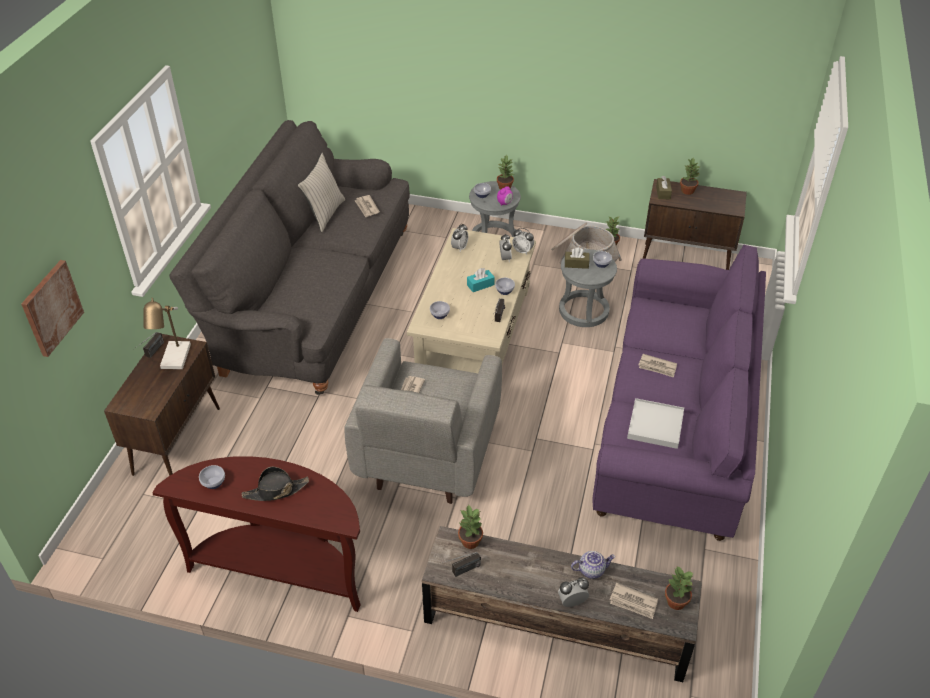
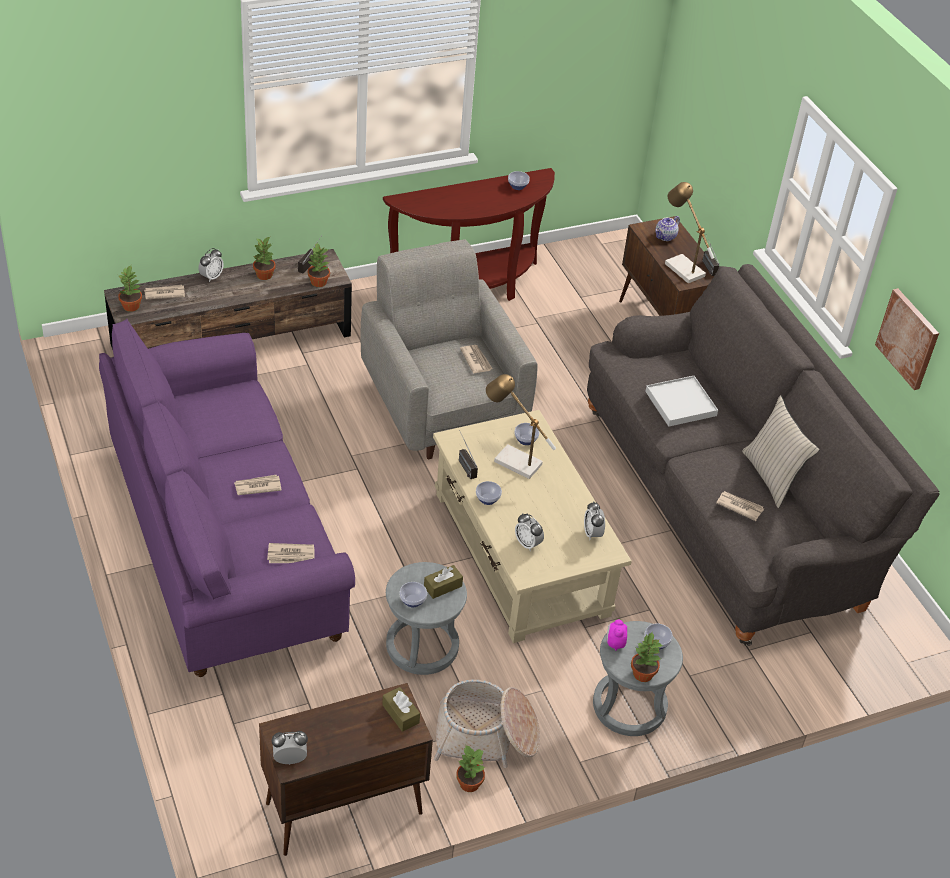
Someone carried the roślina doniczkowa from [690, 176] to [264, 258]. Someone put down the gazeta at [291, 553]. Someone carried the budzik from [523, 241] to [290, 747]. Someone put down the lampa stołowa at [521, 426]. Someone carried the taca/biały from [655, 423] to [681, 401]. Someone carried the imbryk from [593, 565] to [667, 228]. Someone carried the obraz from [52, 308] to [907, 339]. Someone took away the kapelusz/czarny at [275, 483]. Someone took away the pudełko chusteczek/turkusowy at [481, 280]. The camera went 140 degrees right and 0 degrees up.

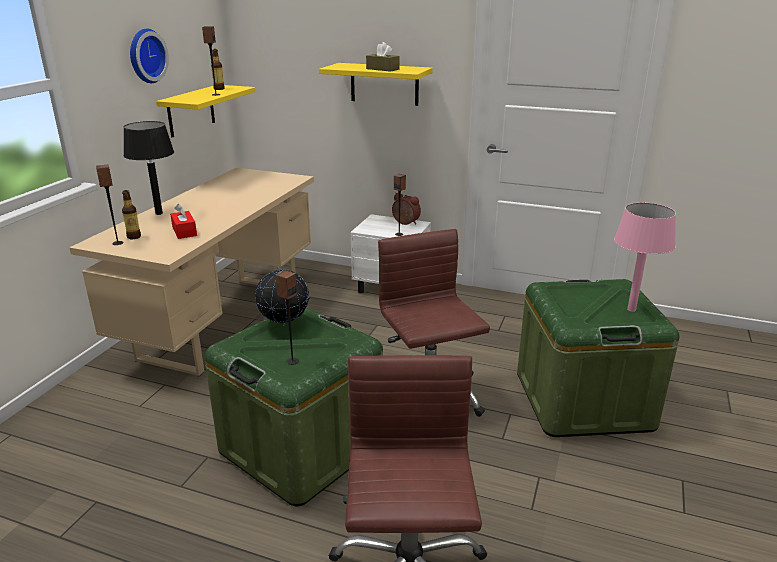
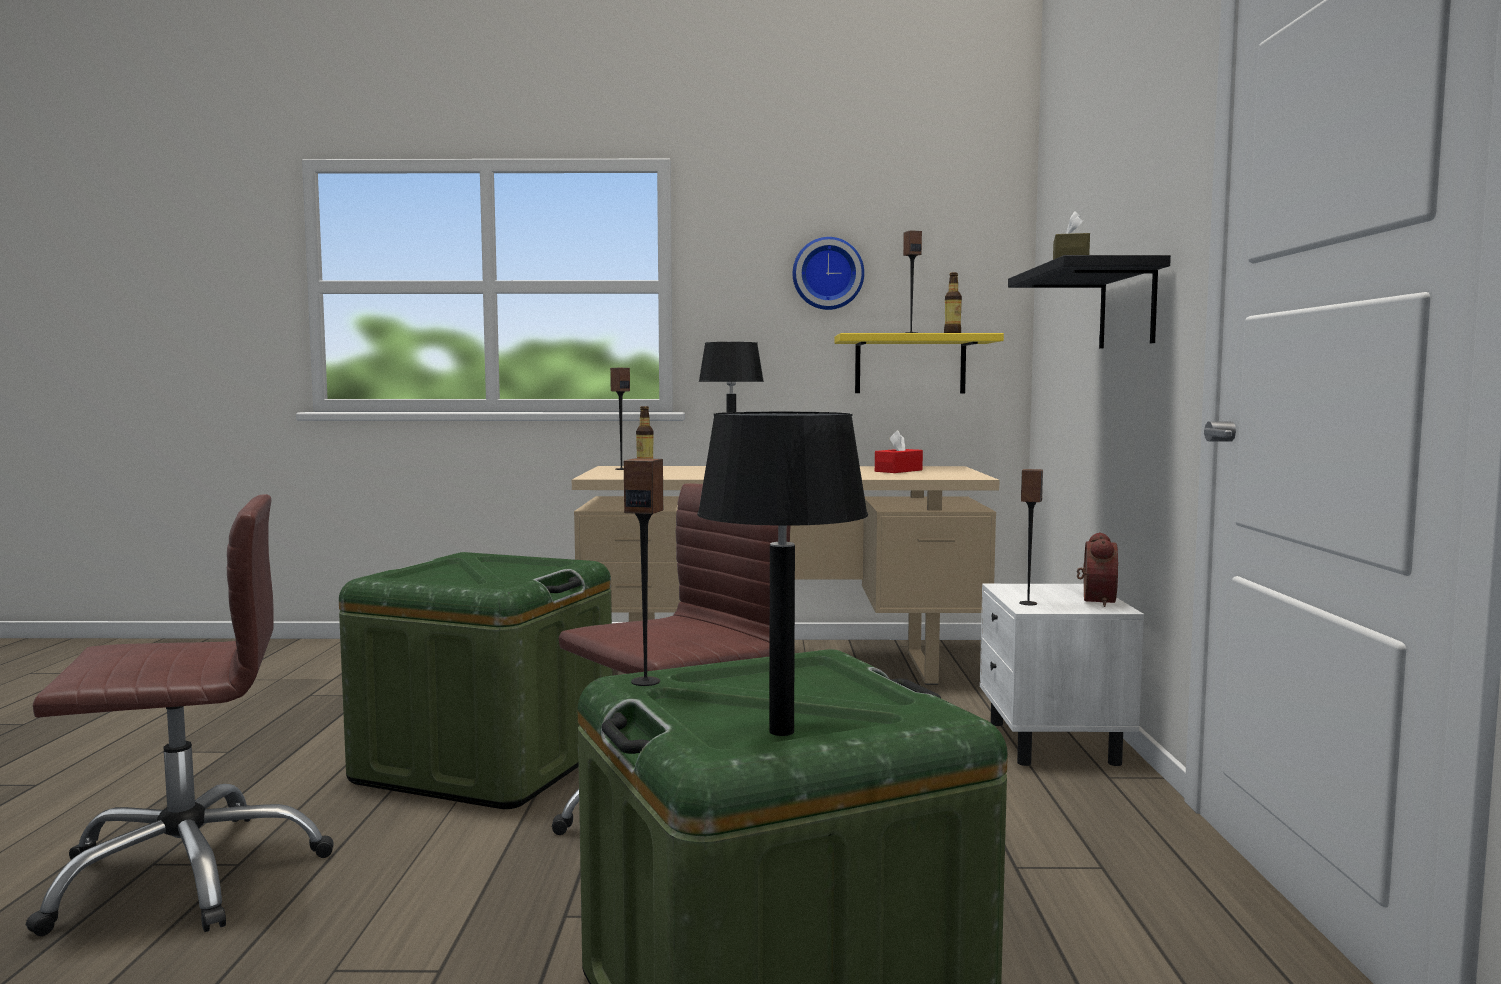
Someone carried the głośnik from [287, 317] to [643, 572]. Someone repainted the lampa stołowa/różowy at [645, 257], which became the lampa stołowa/czarny at [782, 574]. Someone carried the pudełko chusteczek/czerwony from [183, 221] to [899, 451]. Someone repainted the półka/żółty at [376, 84], which became the półka/czarny at [1089, 302]. Someone took away the globus at [282, 296]. The camera went 70 degrees right and 20 degrees down.

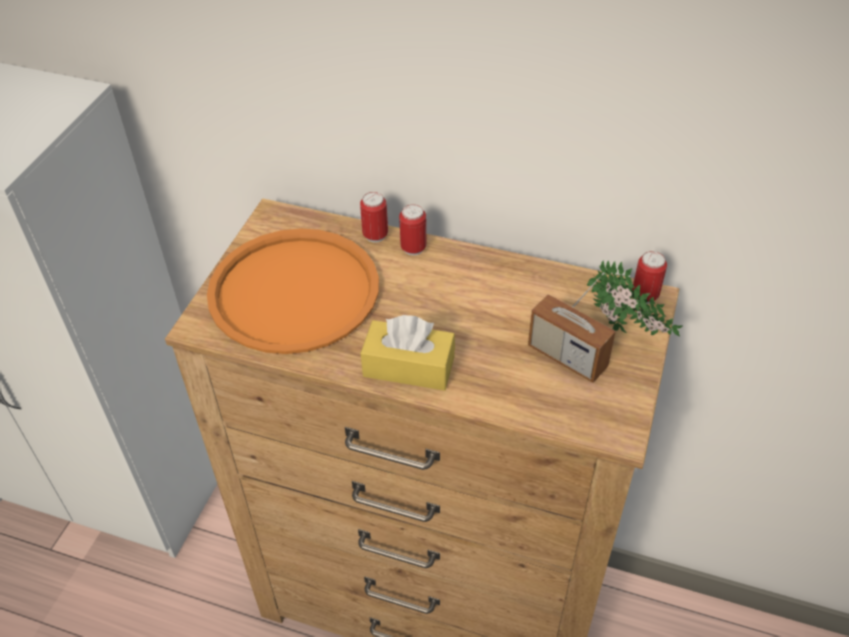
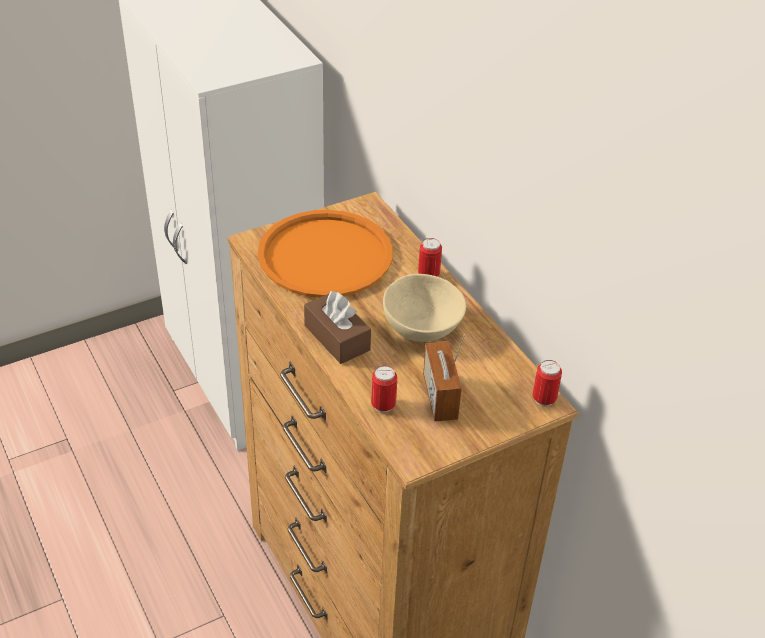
Someone repainted the pudełko chusteczek/żółty at [408, 353], which became the pudełko chusteczek/brązowy at [337, 327]. Someone carried the puszka from [374, 217] to [384, 389]. Someone put down the miska/beżowy at [424, 308]. Someone took away the roślina doniczkowa at [635, 298]. The camera went 40 degrees right and 5 degrees down.

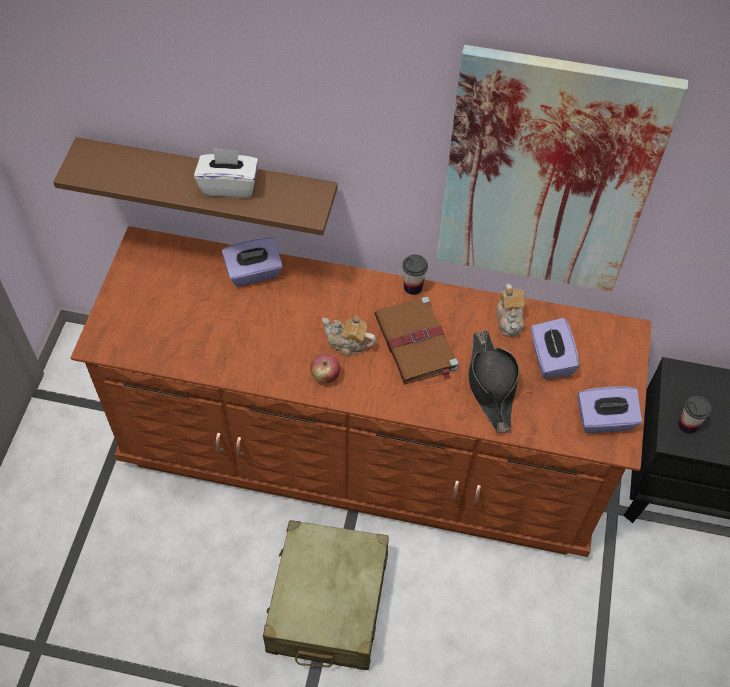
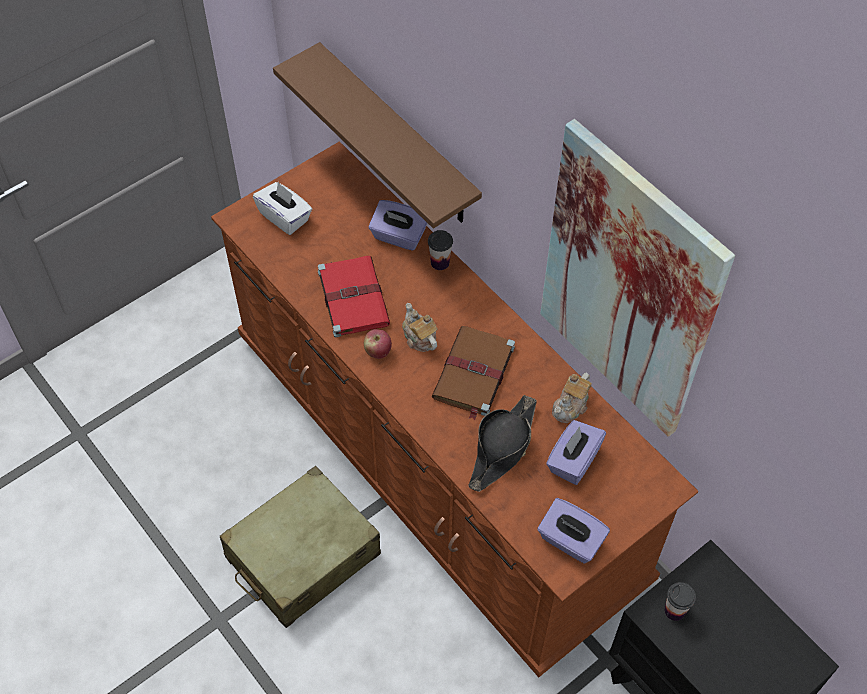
Someone carried the pudełko chusteczek/biały from [226, 173] to [282, 208]. Someone put down the książka/czerwony at [354, 297]. Someone carried the filiżanka from [415, 274] to [440, 250]. The camera went 40 degrees right and 0 degrees up.

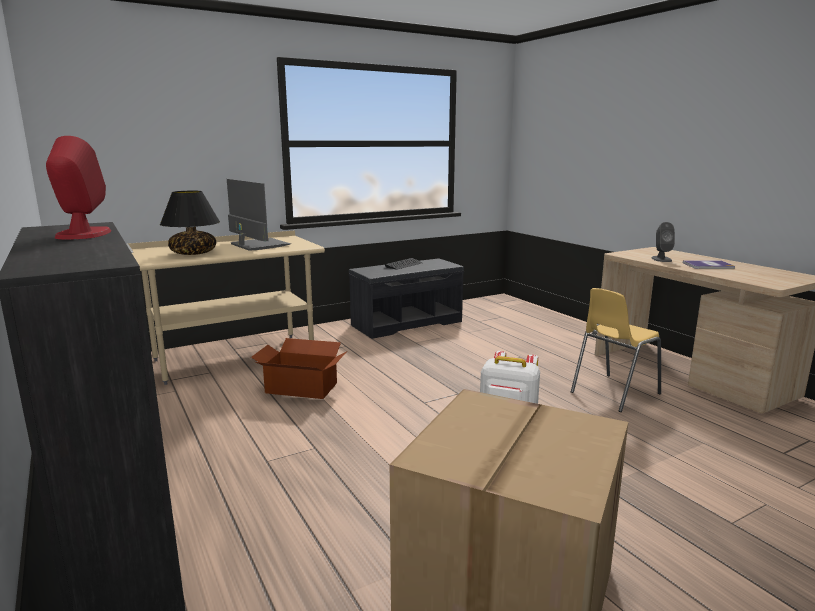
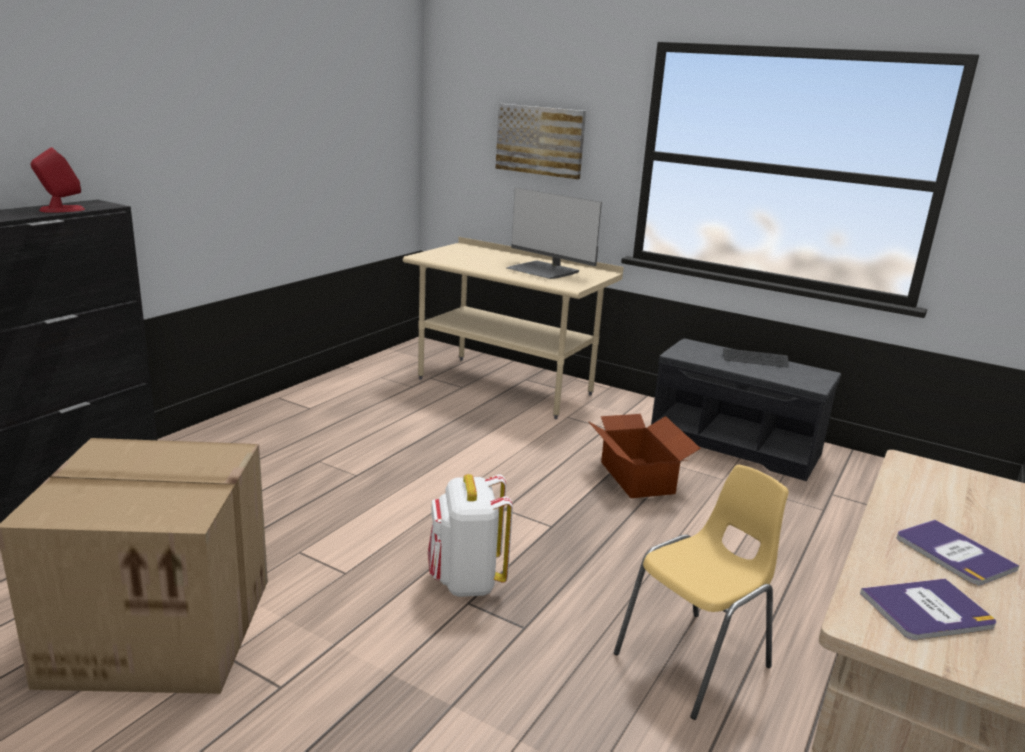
Someone put up the obraz at [541, 141]. Someone rotated the monitor at [259, 215] by 105 degrees clockwise. Someone carried the karton from [298, 368] to [644, 456]. Someone rotated the krzesło/żółty at [616, 350] by 120 degrees clockwise. Someone put down the książka at [928, 609]. Someone took away the lampa stołowa/czarny at [190, 223]. Someone took away the głośnik/szary at [663, 242]. The camera went 60 degrees right and 5 degrees up.

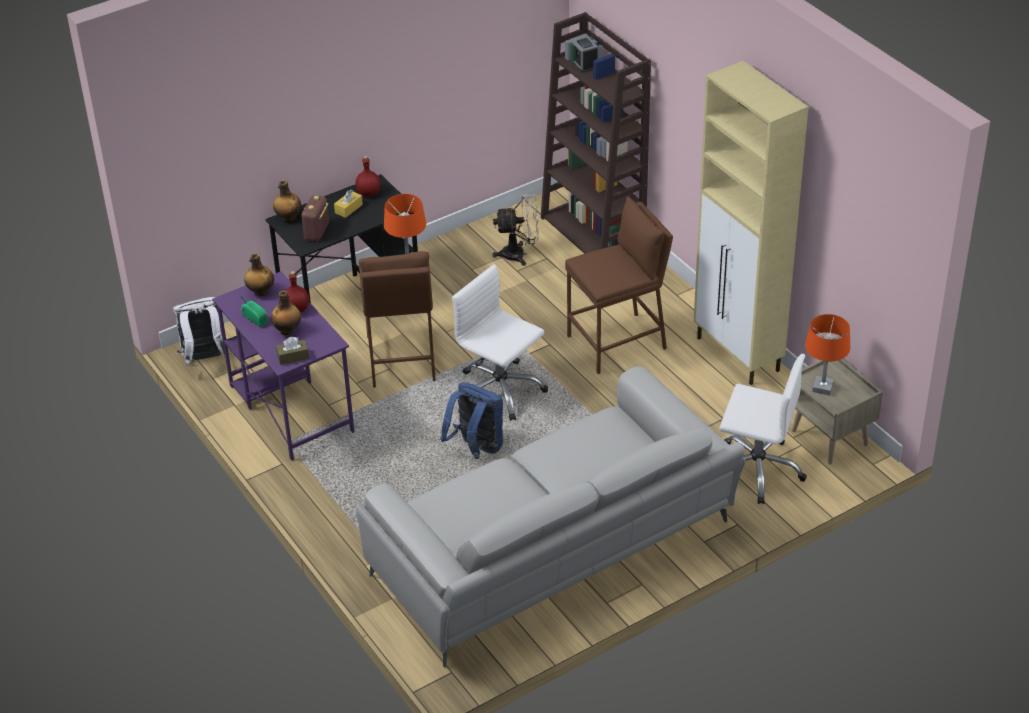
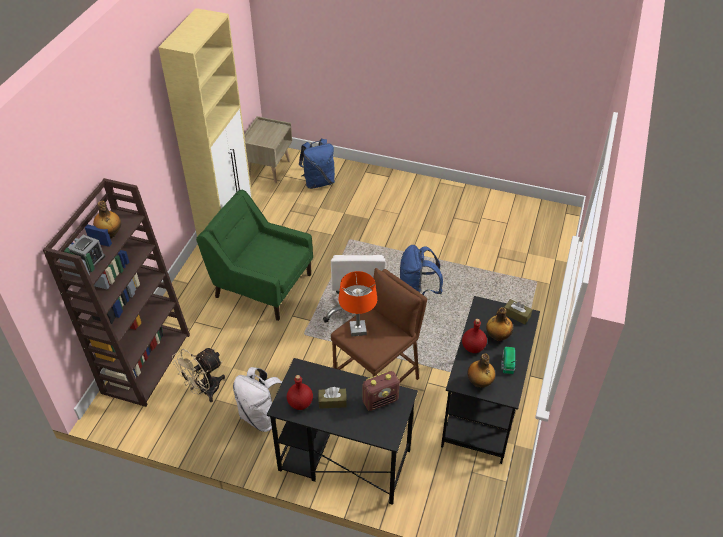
Someone carried the butelka from [287, 201] to [107, 220]. Someone rotated the wentylator/beżowy at [515, 229] by 90 degrees counterclockwise. Someone swapped the stołek/brązowy at [619, 285] for the fotel/zielony at [254, 255]. Someone carried the plecak/biały from [201, 331] to [257, 399]. Someone swapped the krzesło biurowe/biały at [763, 429] for the plecak/niebieski at [316, 164]. Someone repainted the pudełko chusteczek/żółty at [348, 203], which became the pudełko chusteczek/brązowy at [332, 398]. Someone repainted the biurko/fioletowy at [283, 366], which became the biurko/czarny at [490, 380]. Someone took away the kanapa/szary at [550, 516]. Someone took away the lampa stołowa/pomarańczowy at [827, 354]. The camera went 130 degrees left and 5 degrees up.

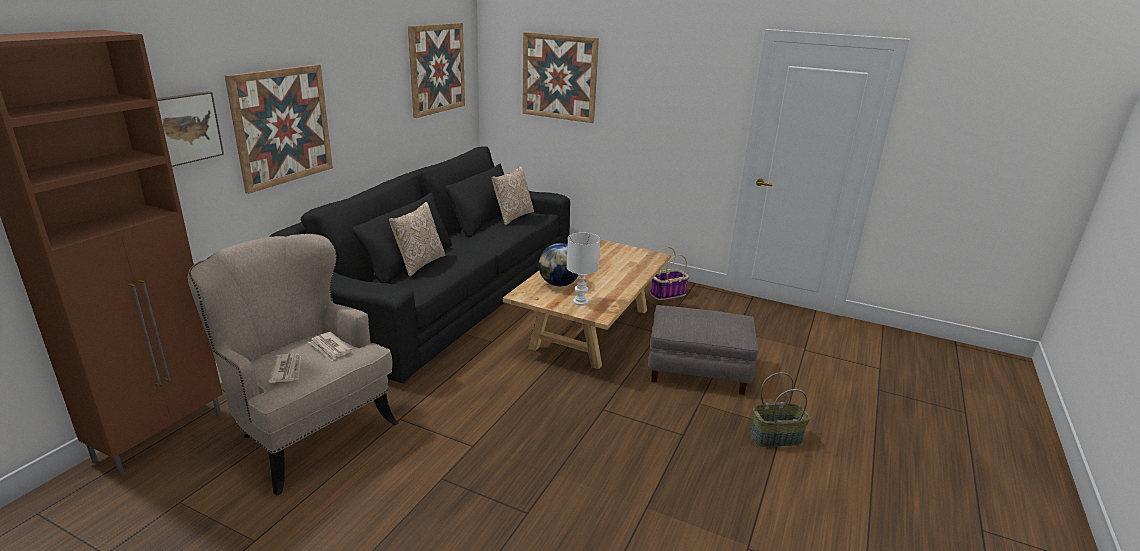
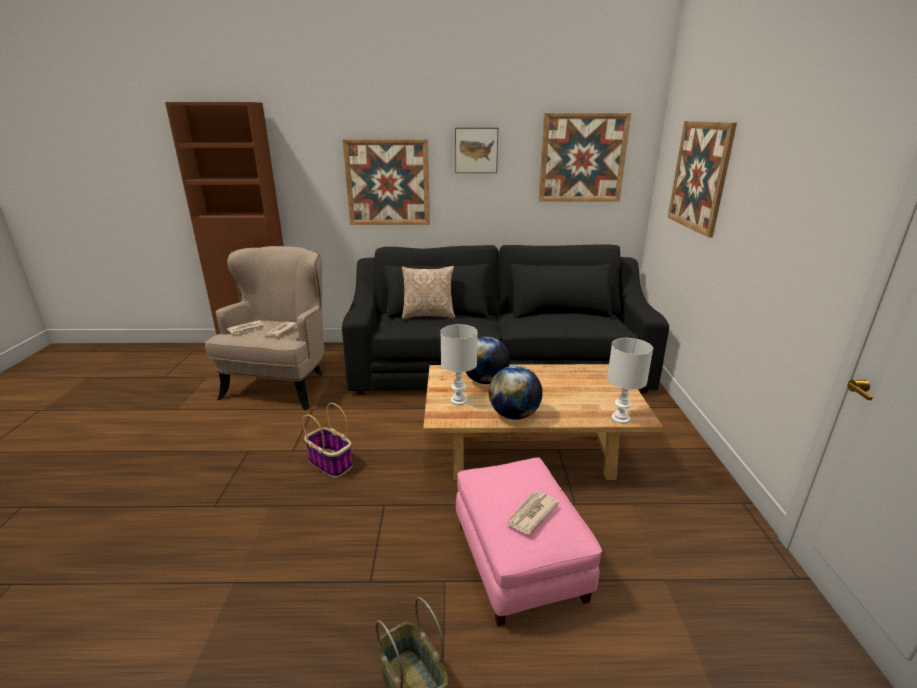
Someone carried the koszyk from [669, 273] to [327, 440]. Someone carried the obraz from [190, 129] to [476, 150]. Someone repainted the pufa/szary at [703, 350], which became the pufa/różowy at [529, 542]. Someone put down the globus at [515, 393]. Someone put down the gazeta at [532, 512]. Someone put down the lampa stołowa/biały at [630, 381]. Someone took away the poduszka at [513, 195]. The camera went 65 degrees right and 0 degrees up.

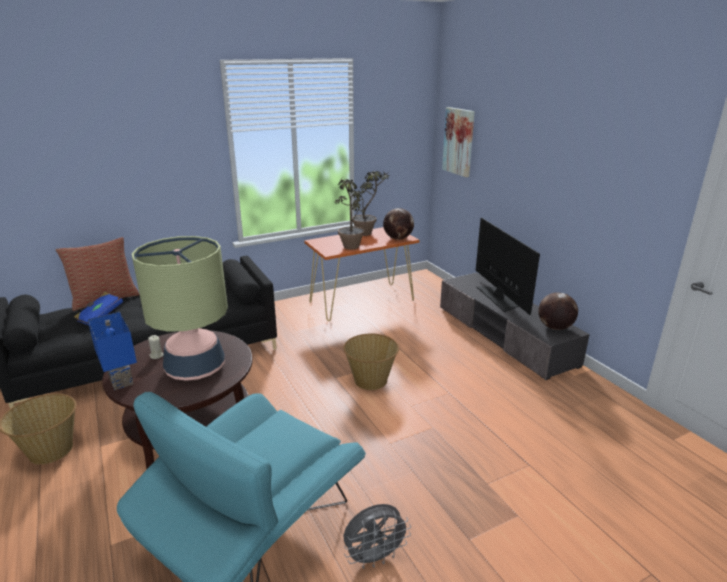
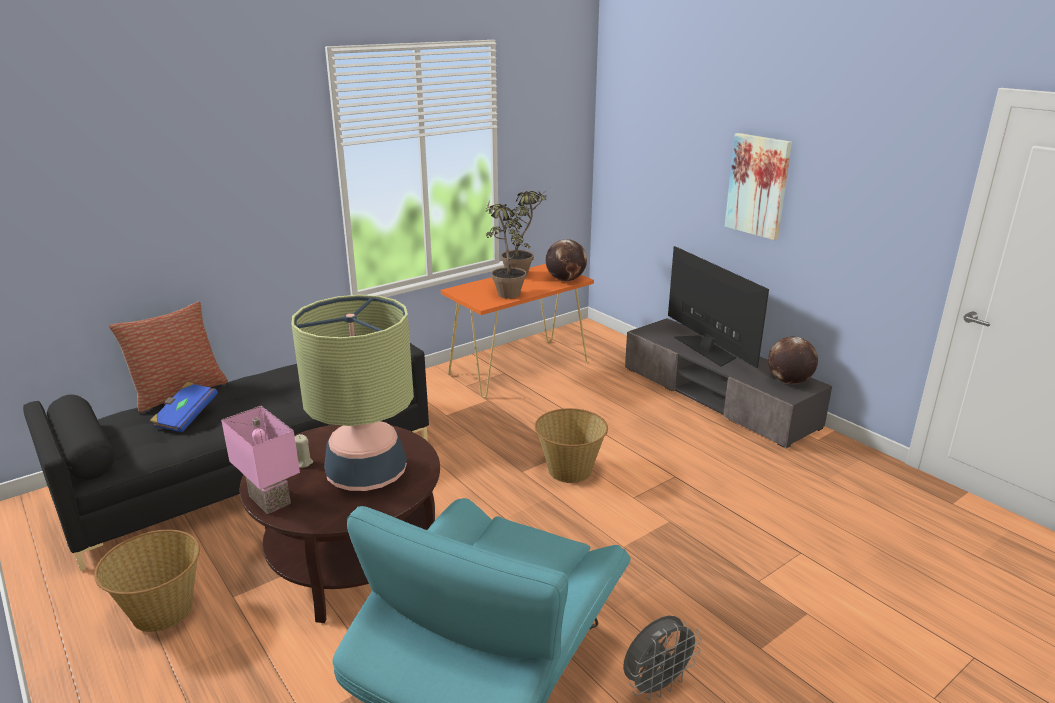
Someone repainted the lampa stołowa/niebieski at [112, 351], which became the lampa stołowa/różowy at [260, 460]. Someone carried the obraz from [458, 142] to [758, 186]. The camera went 10 degrees left and 0 degrees up.

